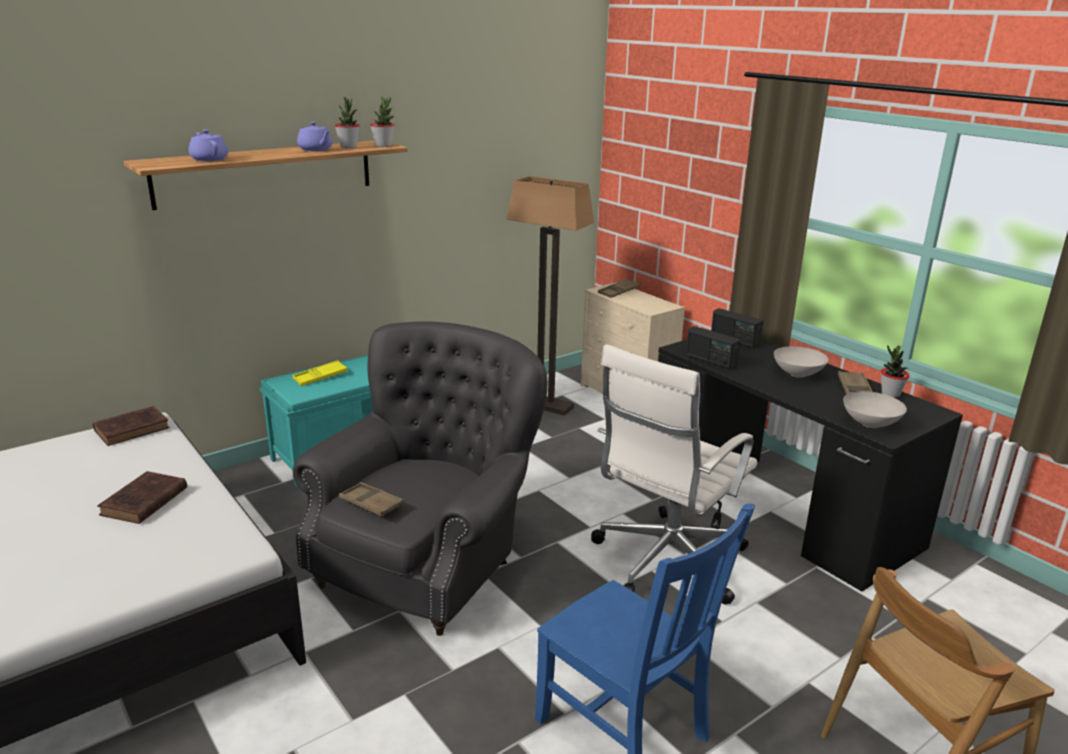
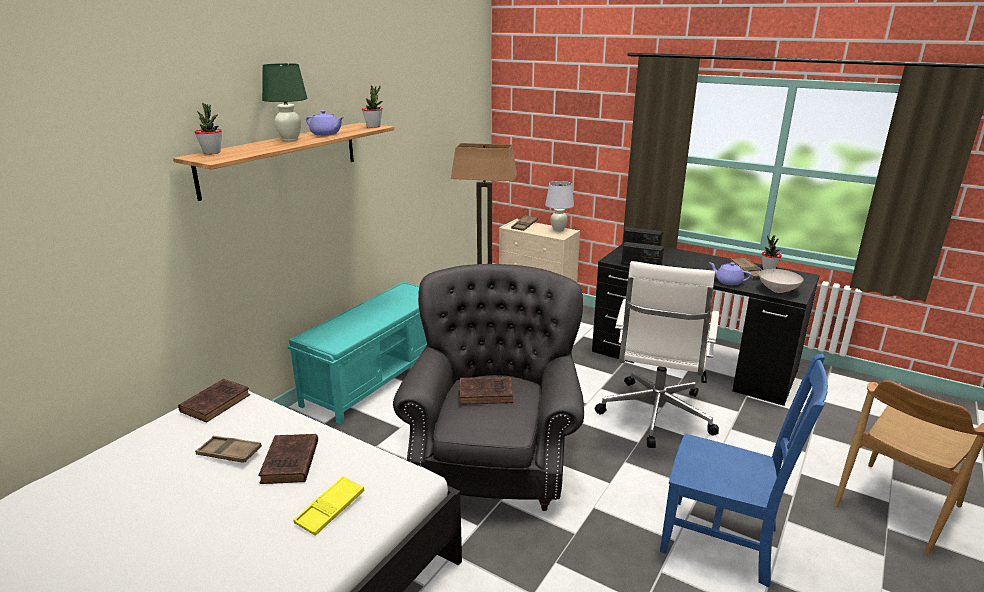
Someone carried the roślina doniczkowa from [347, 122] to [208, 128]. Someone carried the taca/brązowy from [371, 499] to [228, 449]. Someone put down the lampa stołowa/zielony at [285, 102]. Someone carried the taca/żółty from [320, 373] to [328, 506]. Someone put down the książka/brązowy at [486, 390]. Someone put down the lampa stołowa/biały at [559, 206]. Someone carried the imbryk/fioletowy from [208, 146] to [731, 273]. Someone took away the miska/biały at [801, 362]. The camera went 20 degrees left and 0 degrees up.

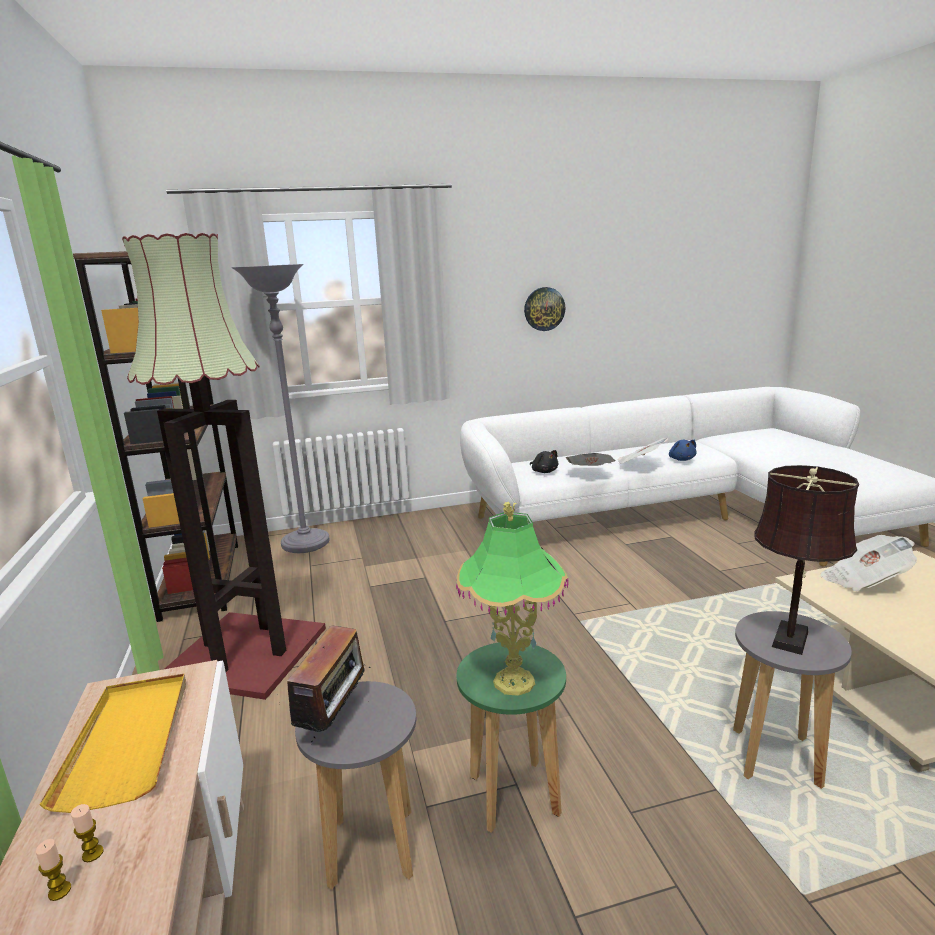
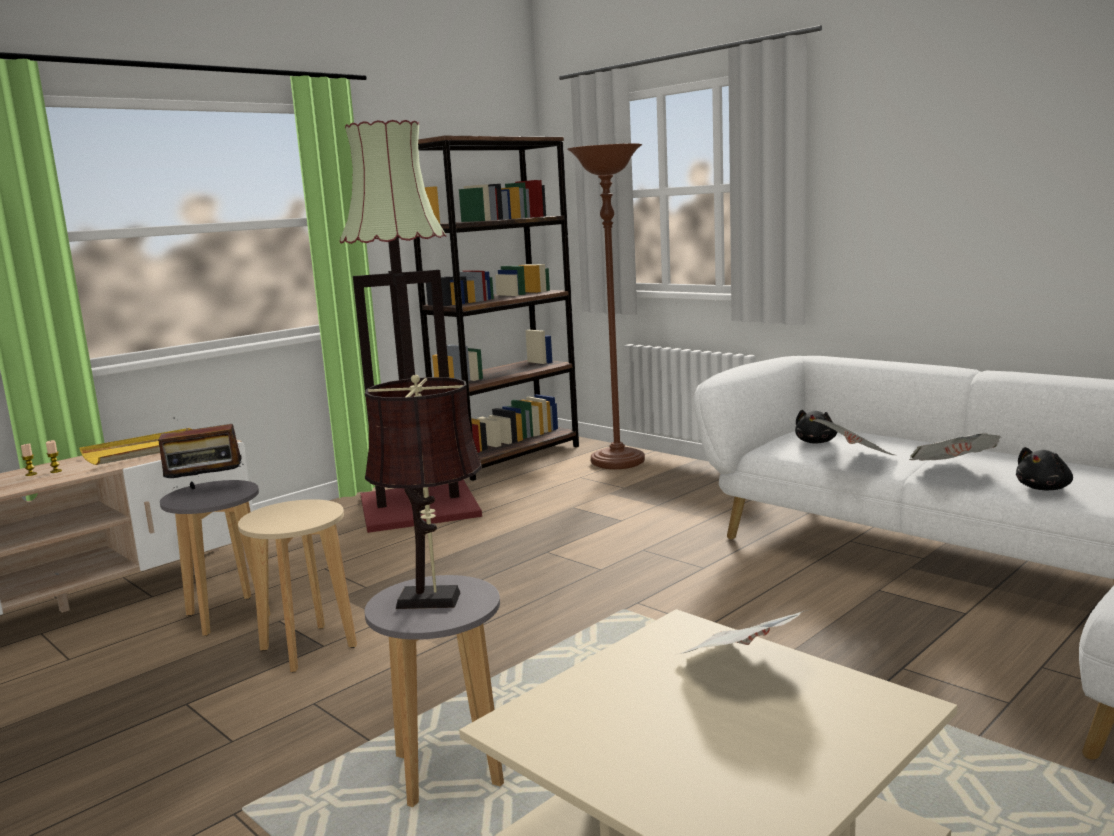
Someone repainted the stołek/zielony at [511, 737], which became the stołek/beżowy at [297, 585]. Someone repainted the lampa stojąca/szary at [280, 408], which became the lampa stojąca/brązowy at [606, 306]. Someone repainted the pluszak/niebieski at [683, 450], which became the pluszak/czarny at [1044, 468]. Someone took away the lampa stołowa at [512, 599]. Someone took away the zegar ścienny at [544, 309]. The camera went 60 degrees right and 5 degrees down.

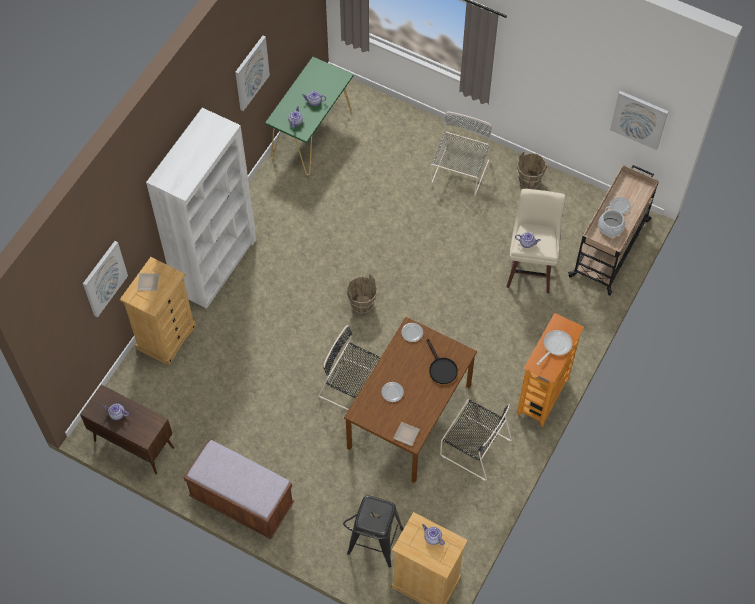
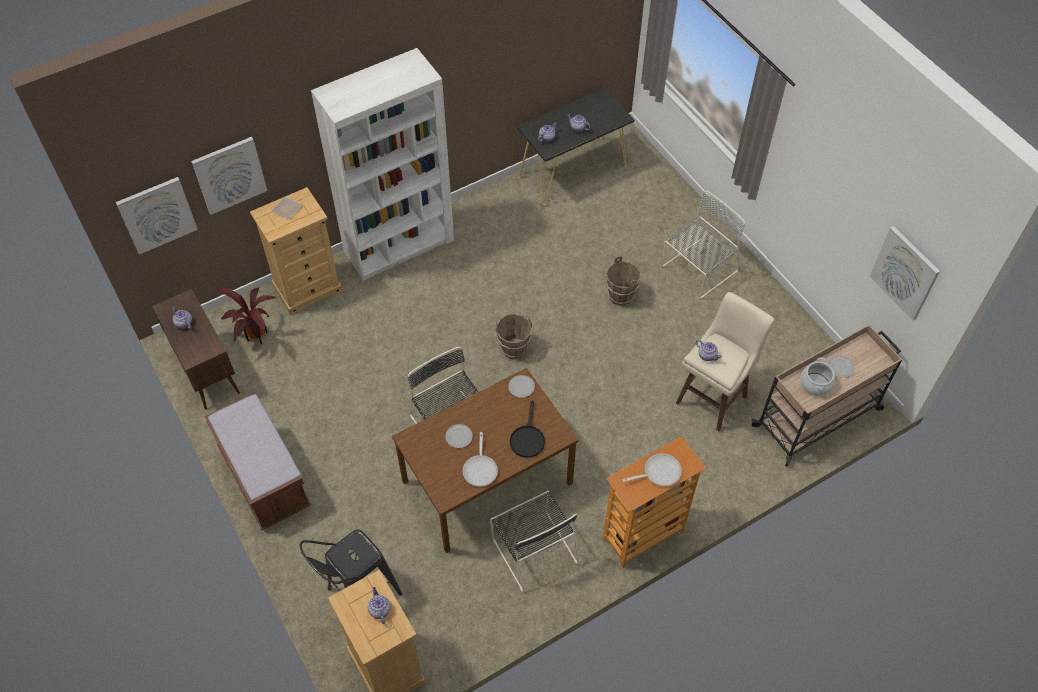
Someone carried the obraz from [252, 73] to [157, 215]. Someone put down the roślina doniczkowa at [246, 316]. Someone put down the patelnia at [480, 459]. Someone repainted the stolik konsolowy/zielony at [309, 116], which became the stolik konsolowy/czarny at [575, 146]. Someone carried the wiadro/brązowy from [532, 170] to [623, 281]. Someone took away the talerz at [406, 434]. The camera went 30 degrees right and 5 degrees down.

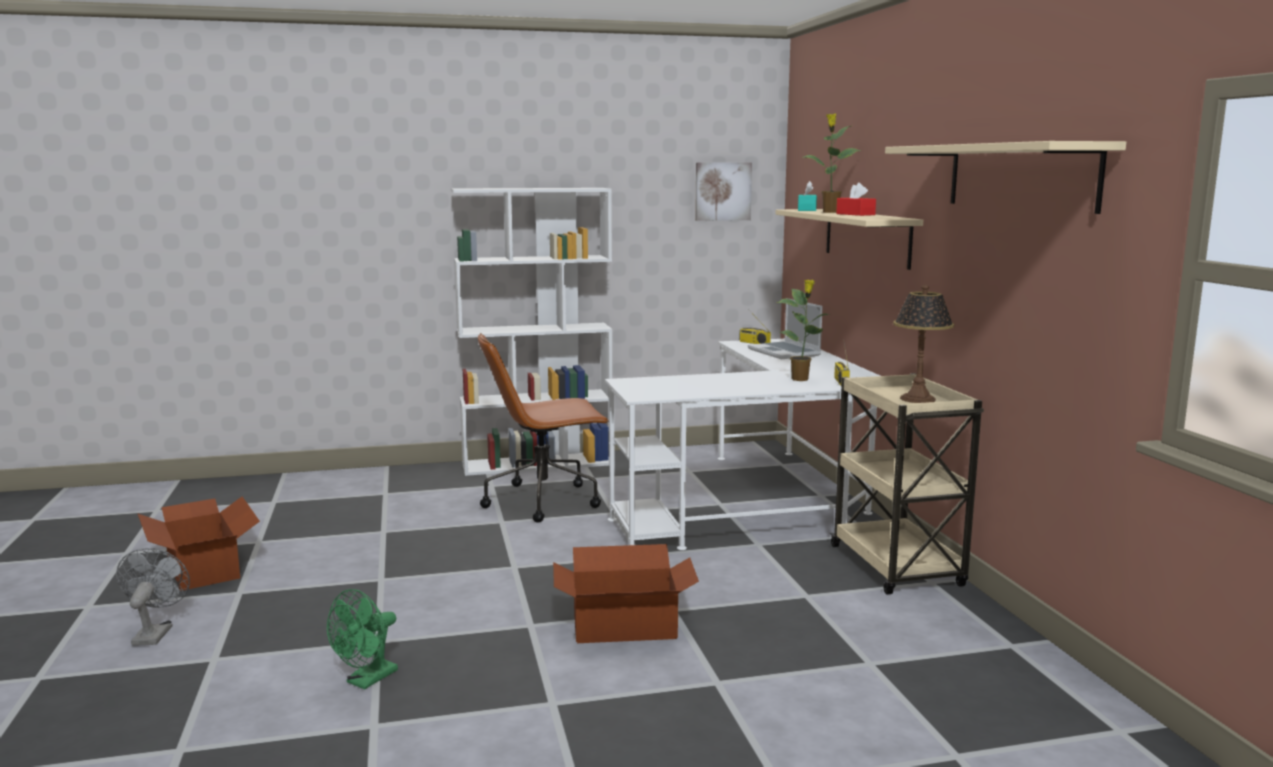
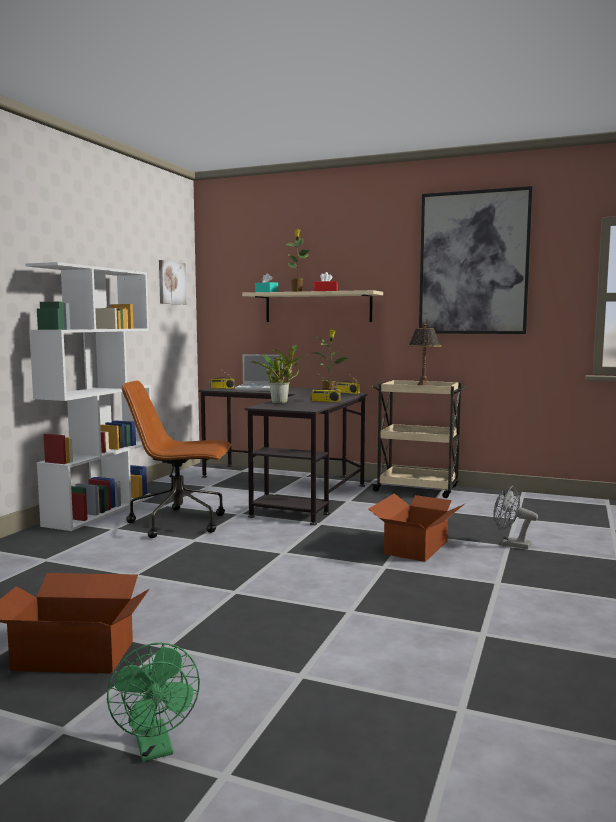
Someone carried the wentylator/zielony from [362, 639] to [153, 702]. Someone rotated the krzesło biurowe/brązowy at [543, 428] by 75 degrees clockwise. Someone repainted the biurko/biały at [742, 444], which became the biurko/czarny at [282, 455]. Someone put down the roślina doniczkowa at [280, 374]. Someone put down the radio at [325, 387]. Someone swapped the półka/beżowy at [1005, 177] for the obraz at [476, 260]. Someone carried the wentylator/szary from [153, 597] to [515, 517]. The camera went 55 degrees left and 5 degrees down.

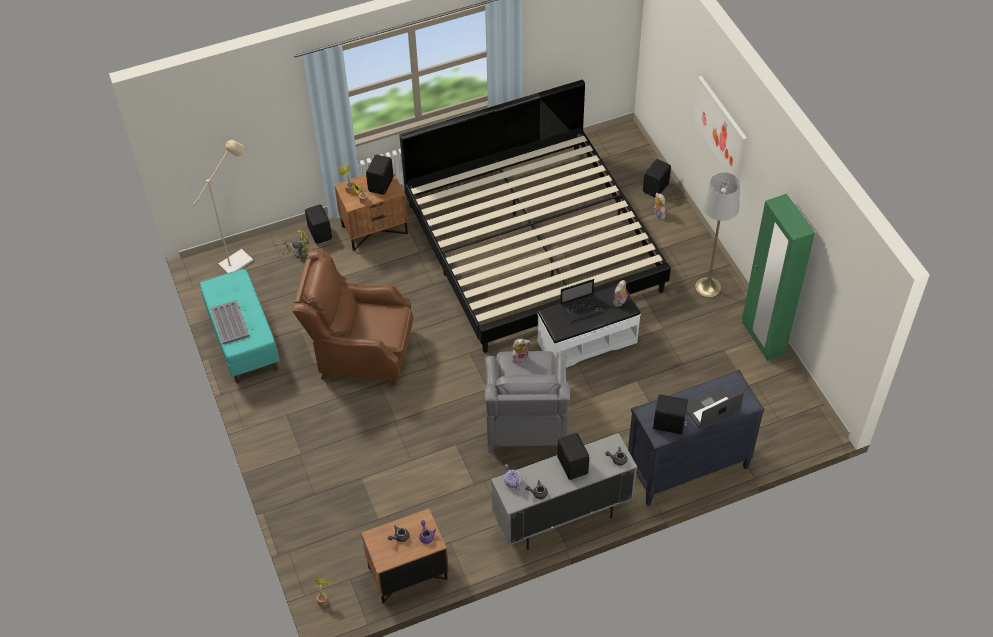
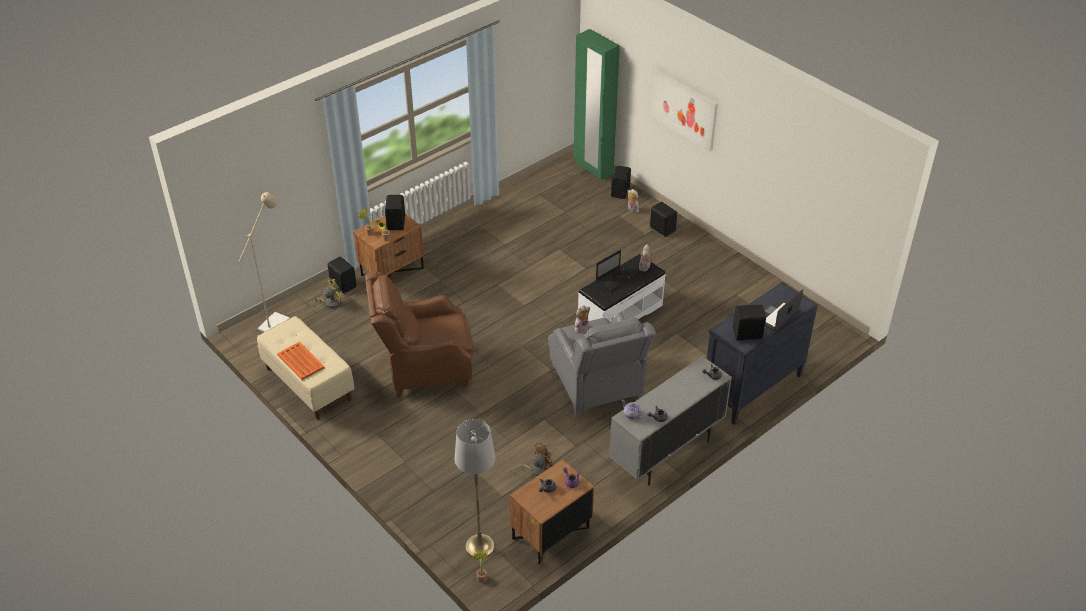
Someone repainted the ławka/turkusowy at [240, 326], which became the ławka/beżowy at [305, 368]. Someone repainted the taca/szary at [230, 322], which became the taca/pomarańczowy at [300, 361]. Someone carried the lampa stojąca/szary from [717, 235] to [475, 488]. Someone put down the wentylator/brązowy at [533, 459]. Someone carried the szafa/zielony from [778, 277] to [597, 104]. Someone carried the głośnik/czarny from [573, 456] to [663, 219]. Someone took away the łóżko at [535, 216]. The camera went 20 degrees left and 10 degrees down.

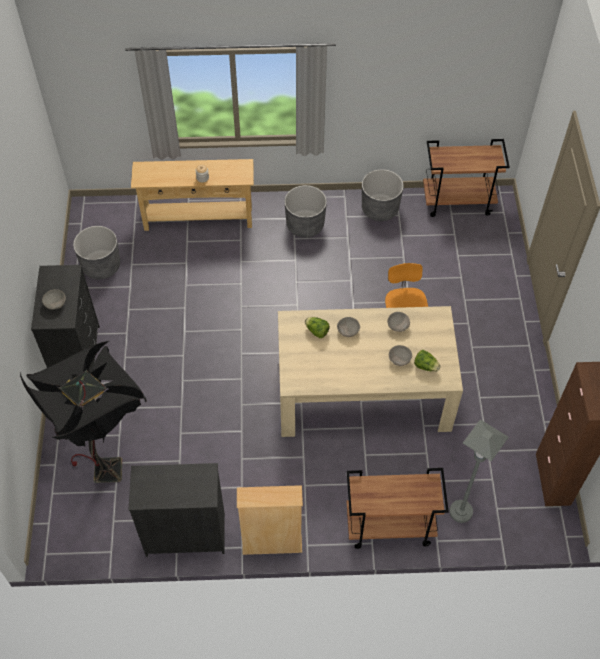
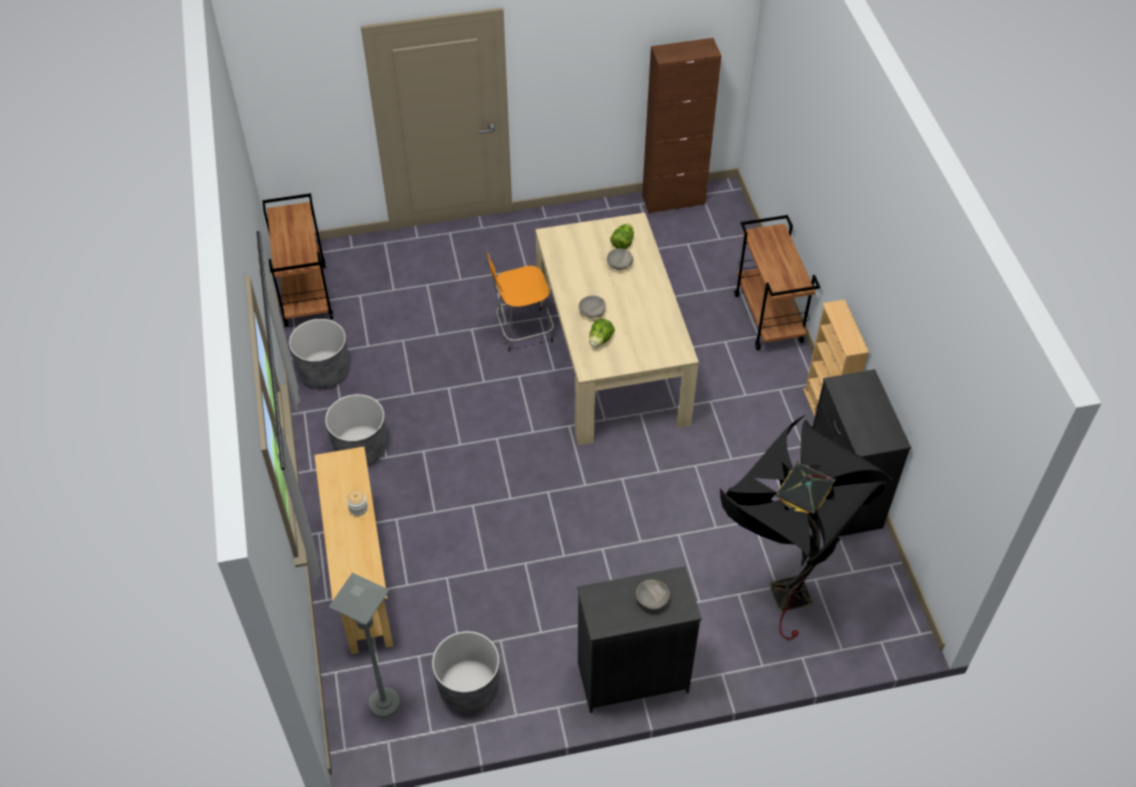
Someone carried the lampa stojąca/szary from [479, 471] to [364, 645]. Someone took away the miska/szary at [398, 322]. The camera went 100 degrees left and 5 degrees down.

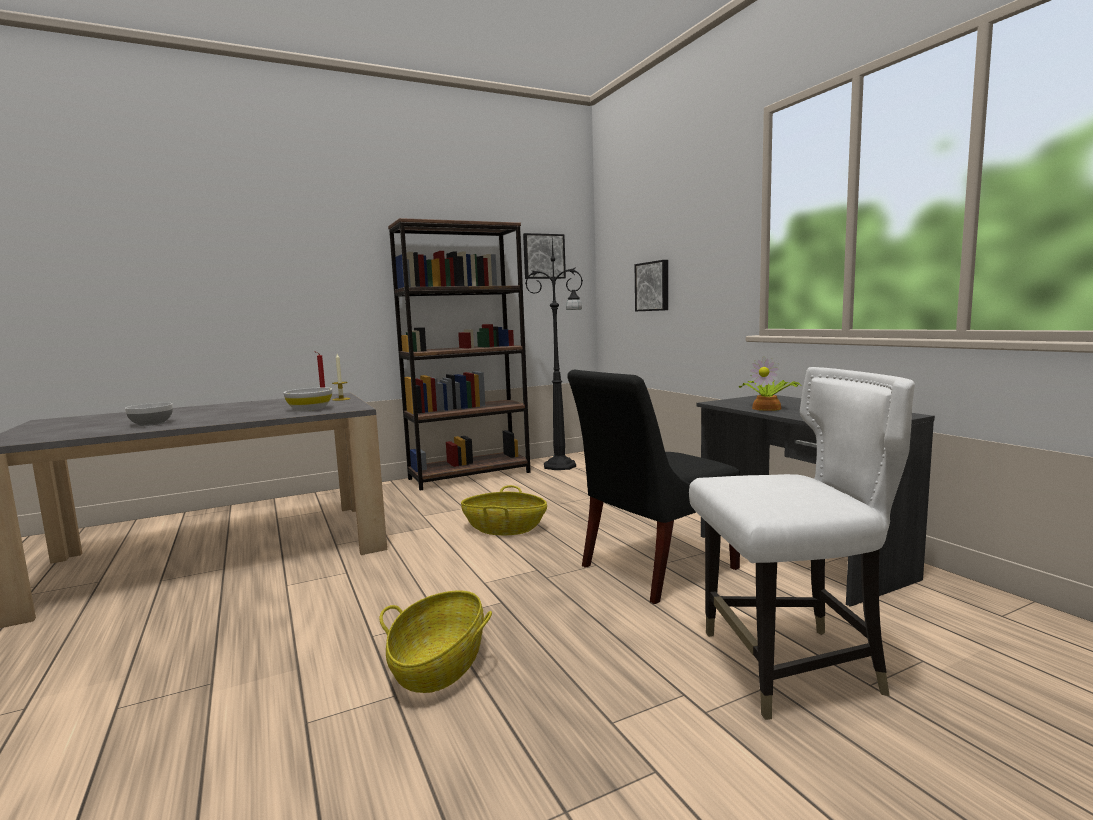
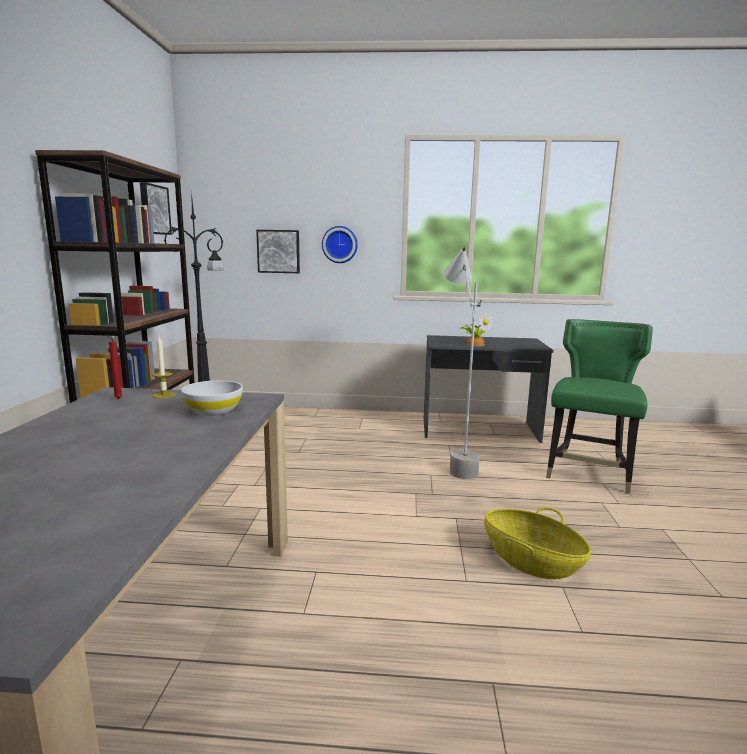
Someone put up the zegar ścienny at [340, 244]. Someone swapped the krzesło/czarny at [653, 487] for the lampa stojąca/szary at [462, 363]. Someone repainted the krzesło/biały at [802, 543], which became the krzesło/zielony at [599, 406]. Someone took away the miska at [149, 414]. Someone took away the koszyk at [504, 510]. The camera went 60 degrees left and 5 degrees up.

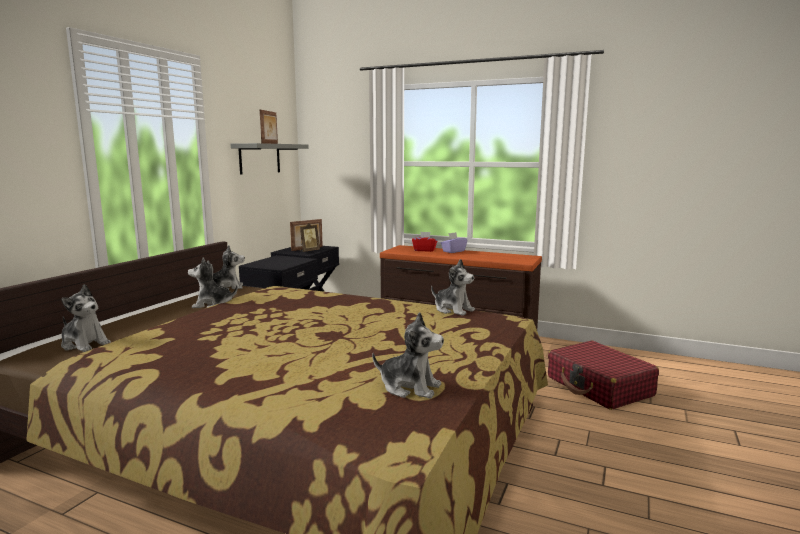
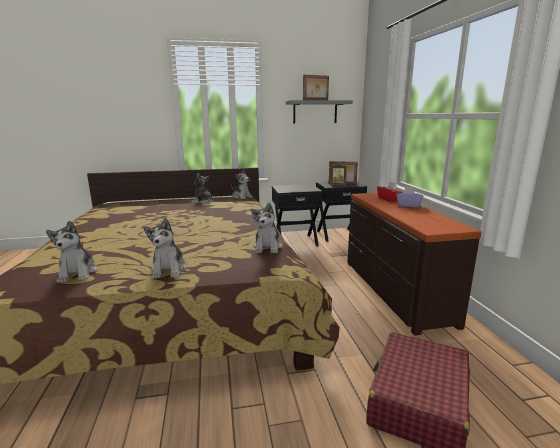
Someone carried the pluszak from [86, 318] to [165, 248]. The camera went 55 degrees right and 5 degrees up.

